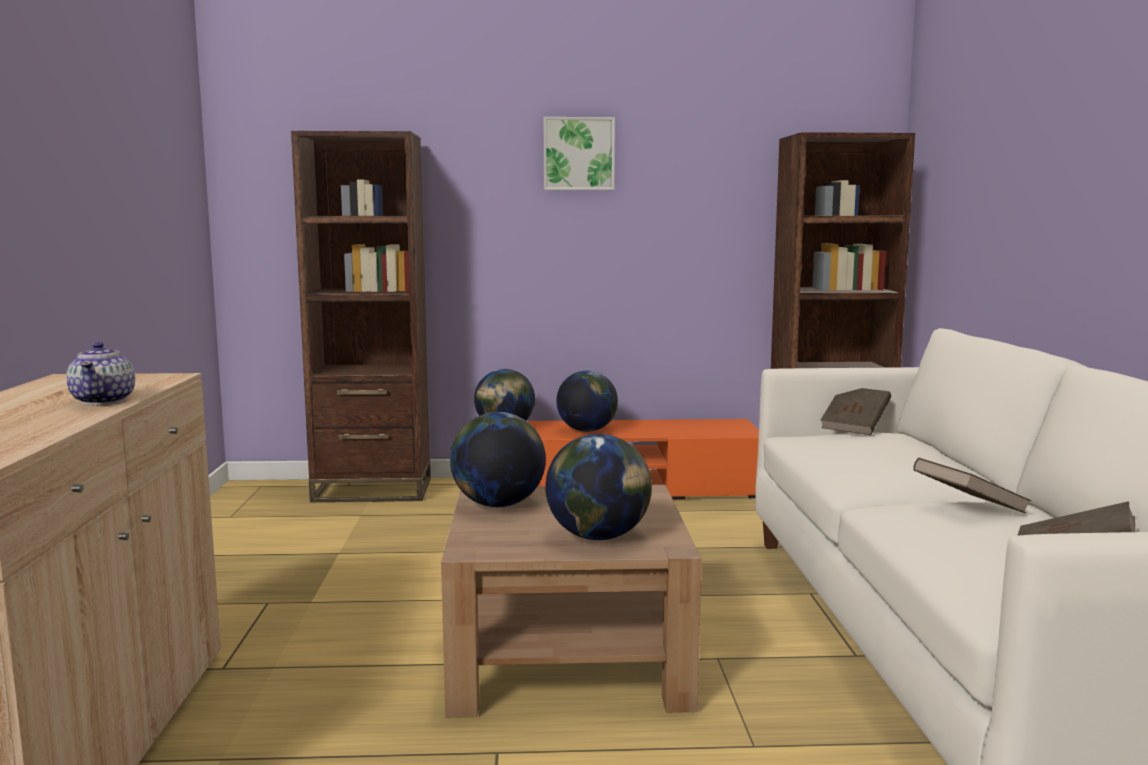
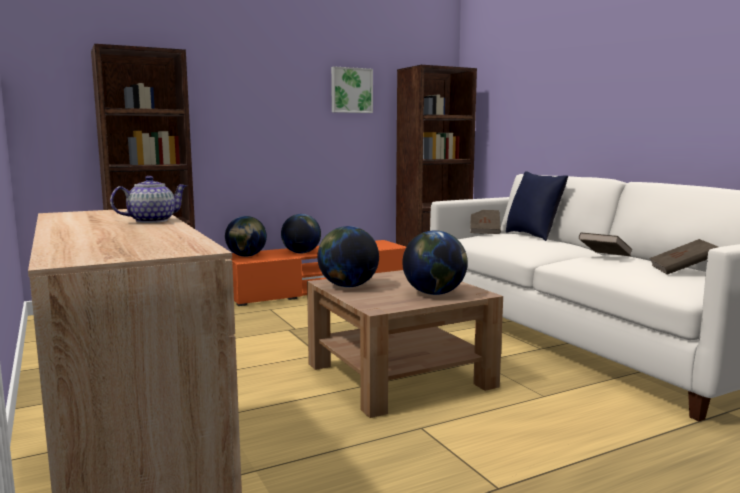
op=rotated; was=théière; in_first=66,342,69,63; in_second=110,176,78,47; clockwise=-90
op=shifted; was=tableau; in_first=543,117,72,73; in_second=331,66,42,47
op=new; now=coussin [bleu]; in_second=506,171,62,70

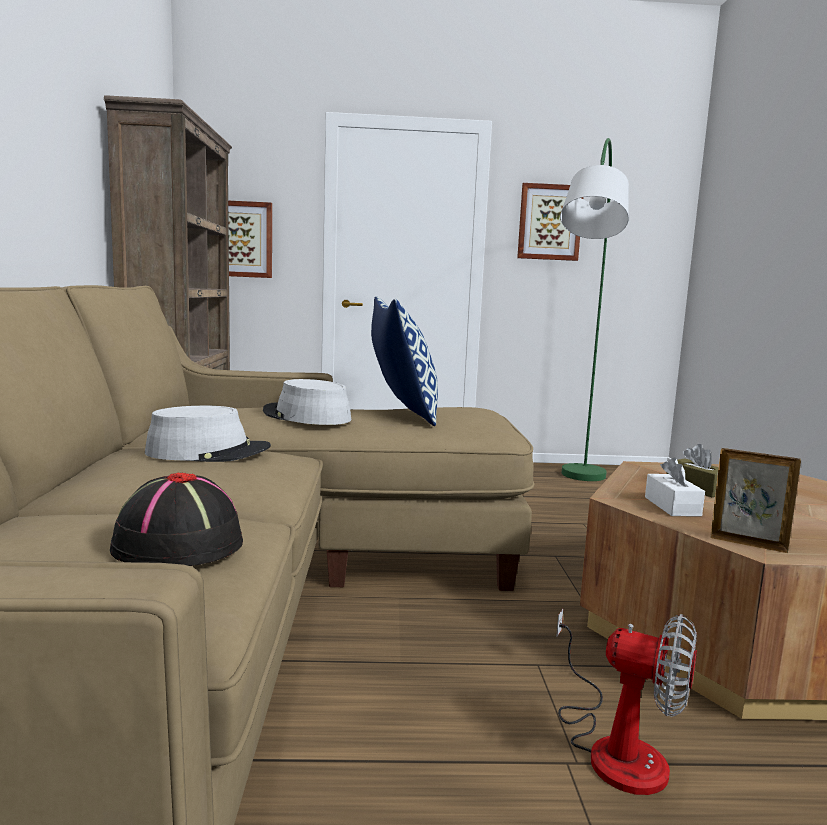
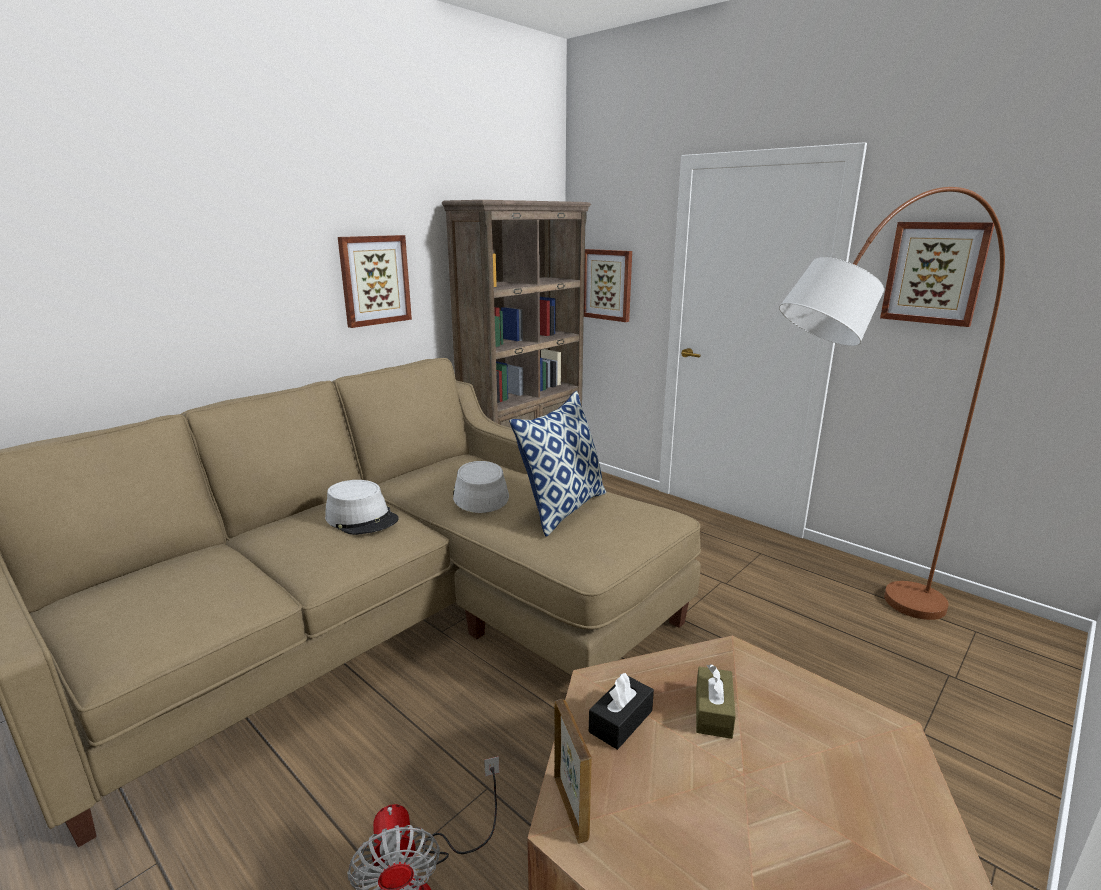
op=new; now=tableau; in_second=338,235,74,93
op=repainted; was=boîte à mouchoirs [blanc]; now=boîte à mouchoirs [noir]; in_first=645,457,60,60; in_second=589,673,65,77
op=repainted; was=lampadaire [vert]; now=lampadaire [marron]; in_first=560,138,69,343; in_second=779,187,226,433
op=gone; was=chapeau [noir]; in_first=110,473,133,93

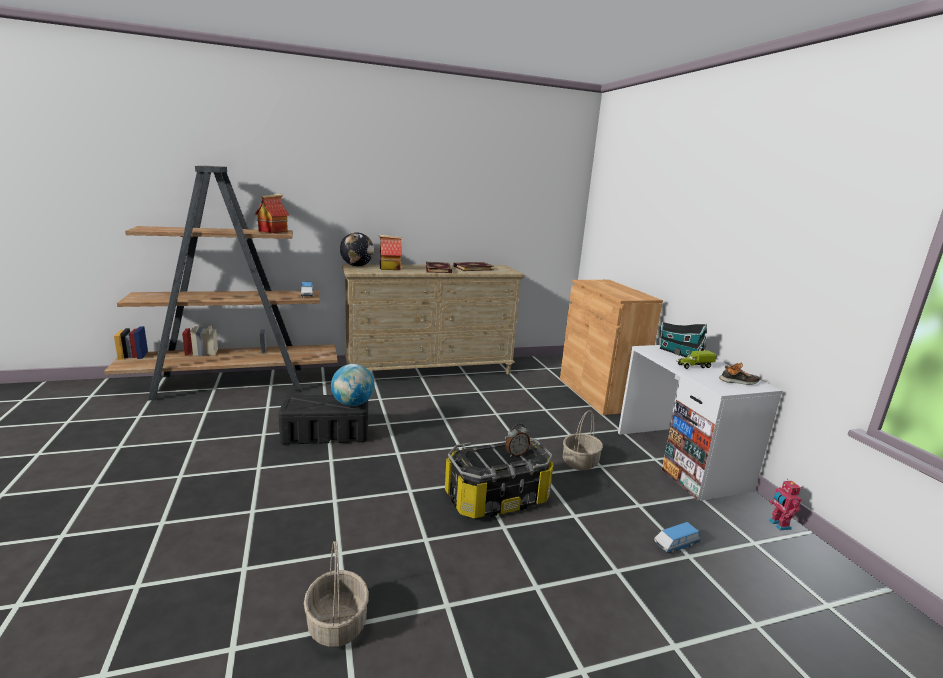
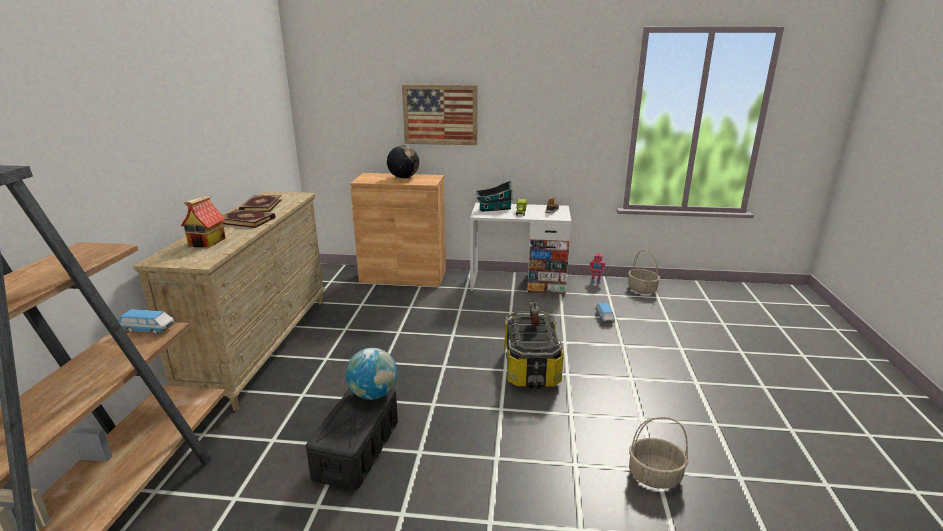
op=shifted; was=globe; in_first=340,232,34,34; in_second=387,145,32,33
op=new; now=tableau; in_second=402,84,76,61
op=shifted; was=panier; in_first=563,410,40,60; in_second=628,250,32,44
op=gone; was=maison miniature; in_first=255,194,34,39

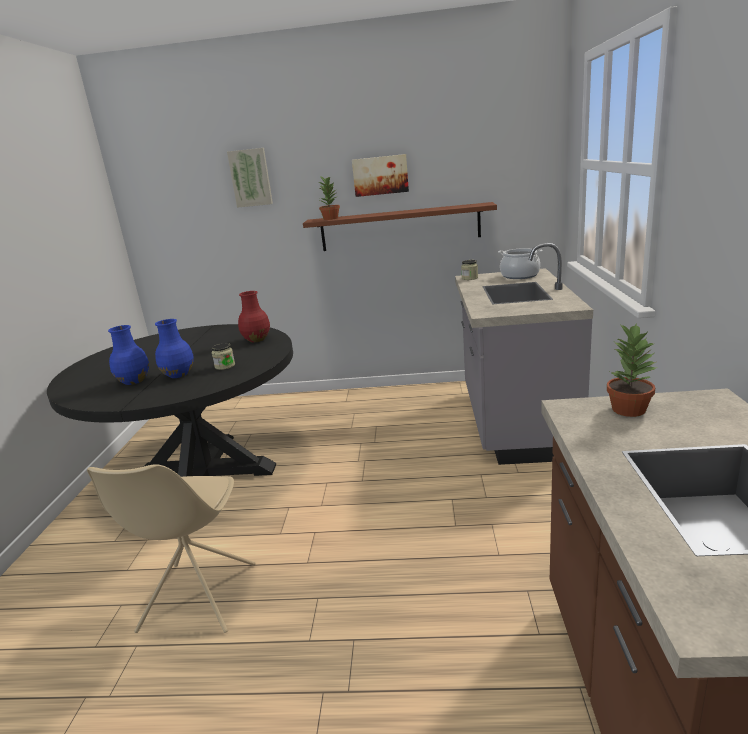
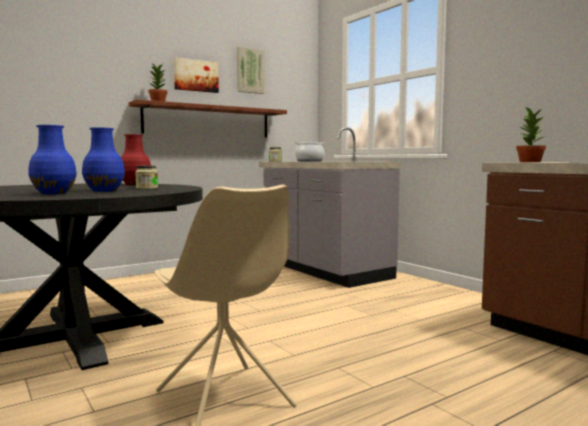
op=shifted; was=tableau; in_first=227,148,46,60; in_second=237,47,28,47

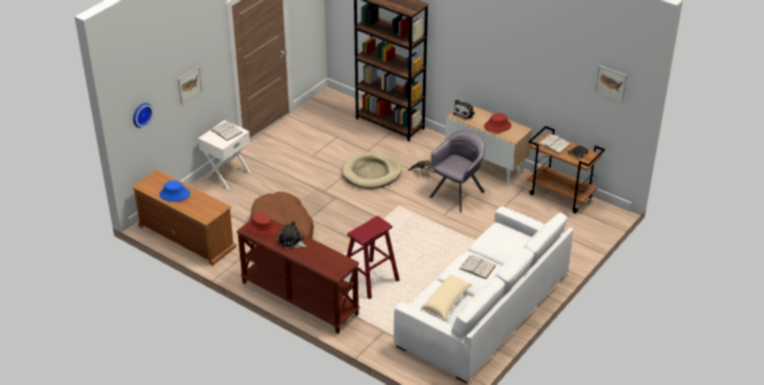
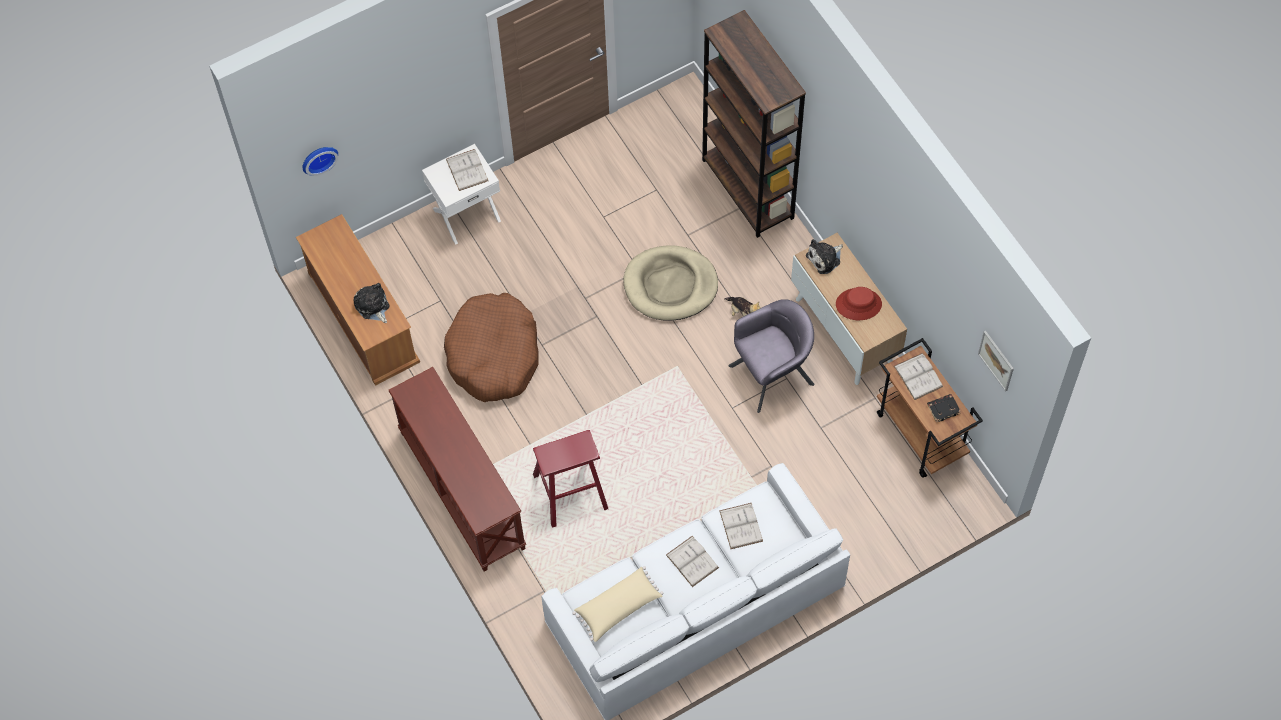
op=shifted; was=peluche; in_first=278,220,29,29; in_second=353,283,37,40
op=new; now=livre [blanc]; in_second=719,503,44,46
op=gone; was=chapeau [bleu]; in_first=159,181,31,21
op=gone; was=tableau; in_first=178,66,24,38
op=gone; was=chapeau [rouge]; in_first=247,213,31,24

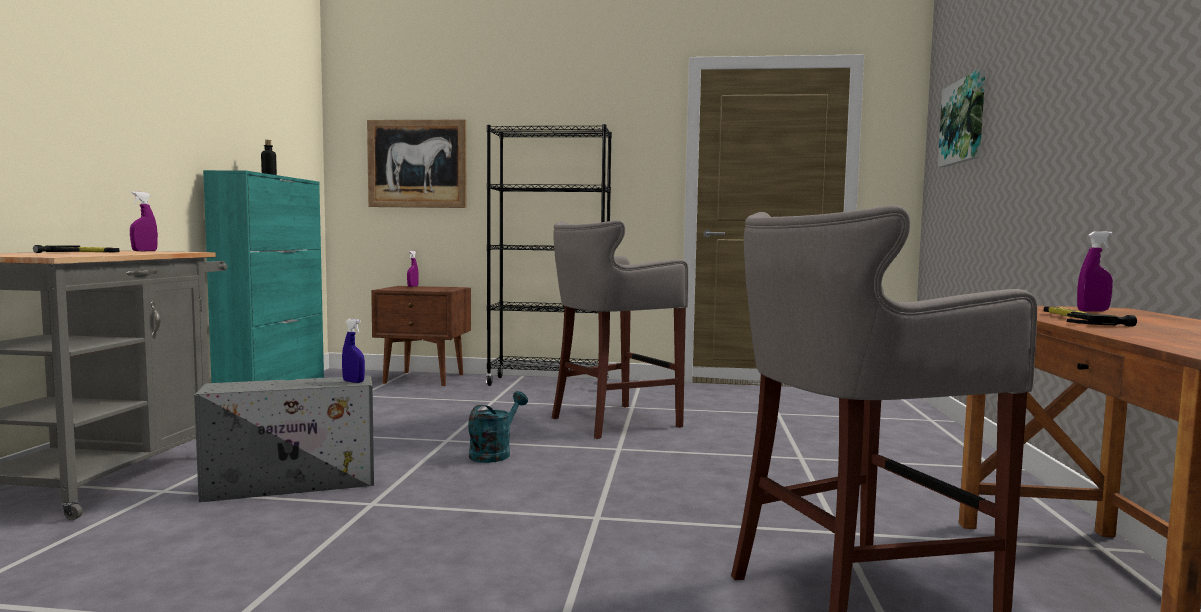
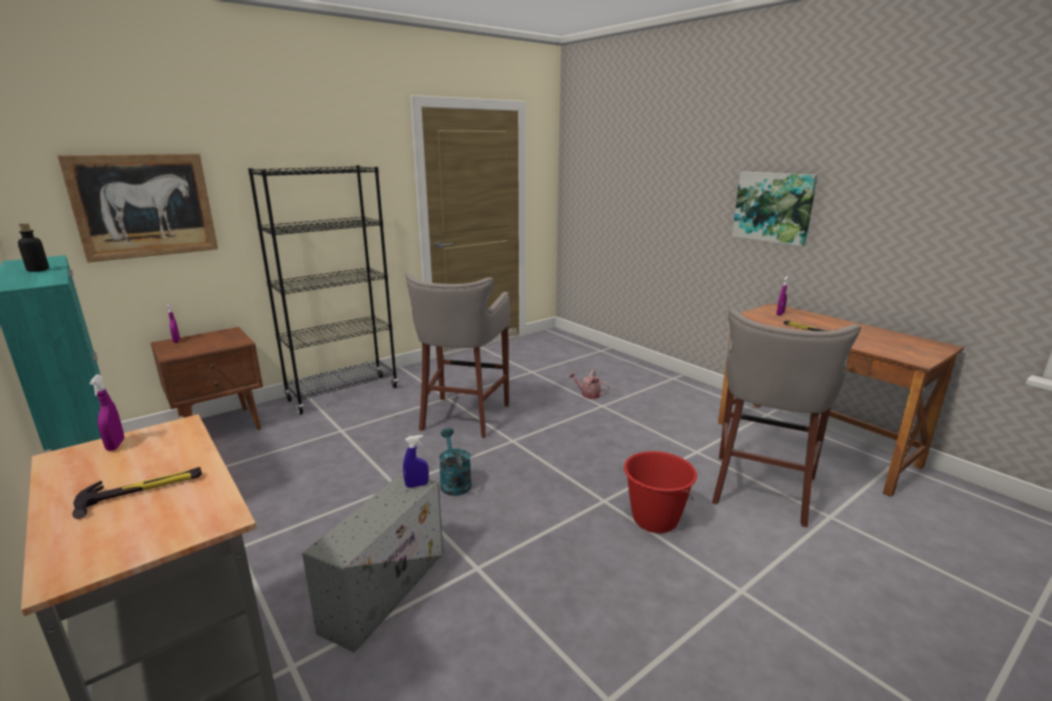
op=new; now=arrosoir; in_second=569,370,40,29
op=new; now=seau [rouge]; in_second=624,451,73,82
op=shifted; was=tableau; in_first=938,69,48,98; in_second=732,172,86,74

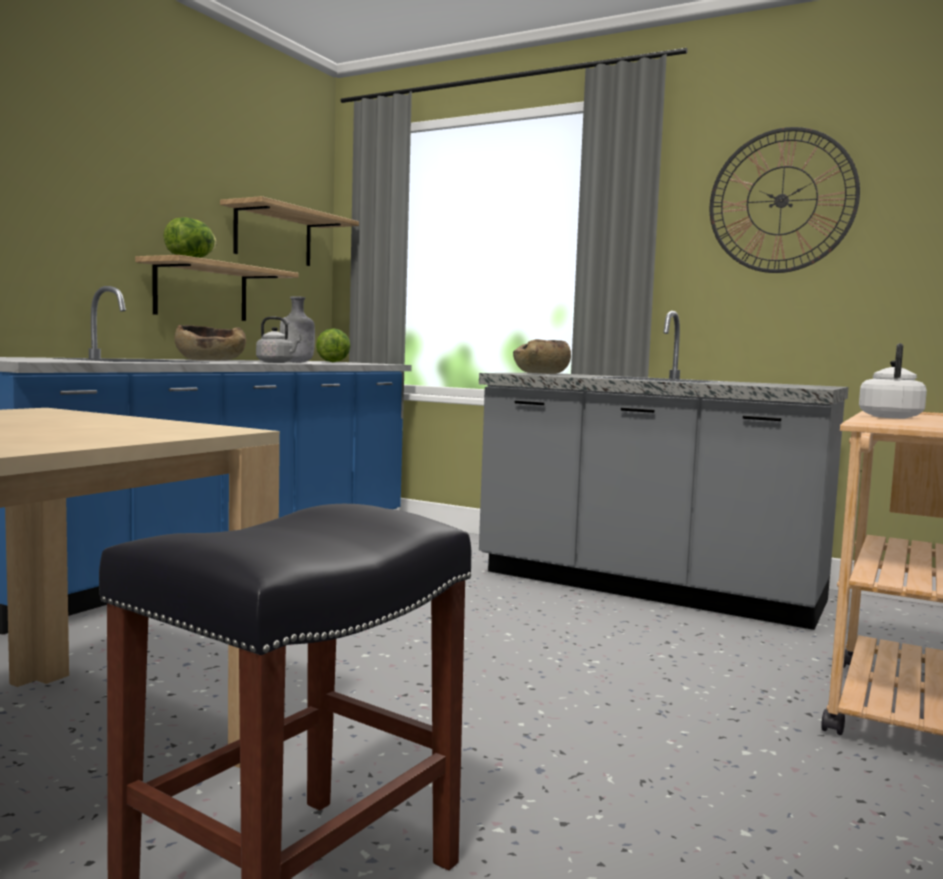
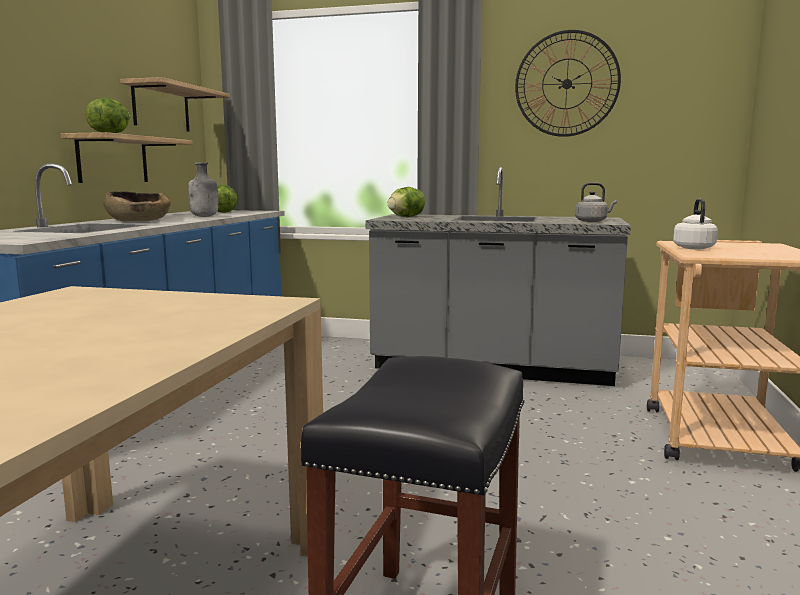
op=swapped; was=bol [marron]; now=laitue; in_first=513,339,58,35; in_second=388,187,37,30
op=shifted; was=bouilloire [gris]; in_first=256,316,45,47; in_second=575,183,42,39

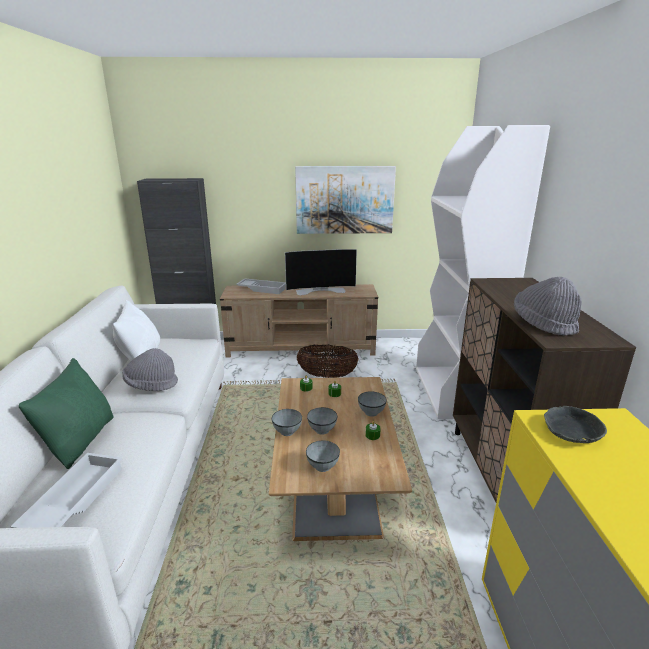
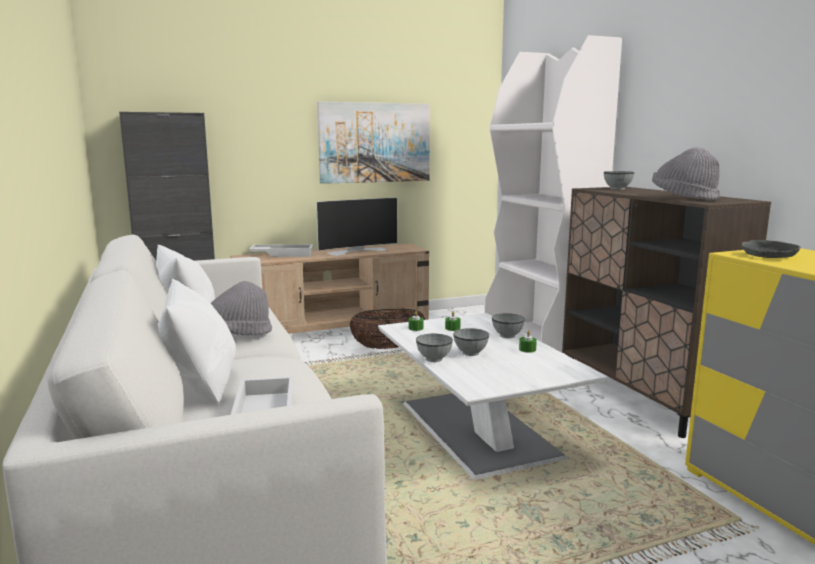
op=repainted; was=coussin [vert]; now=coussin [blanc]; in_first=19,358,94,111; in_second=158,279,78,124
op=repainted; was=table basse [marron]; now=table basse [blanc]; in_first=269,377,143,164; in_second=378,313,229,167
op=shifted; was=bol [gris]; in_first=306,440,34,32; in_second=604,171,31,19

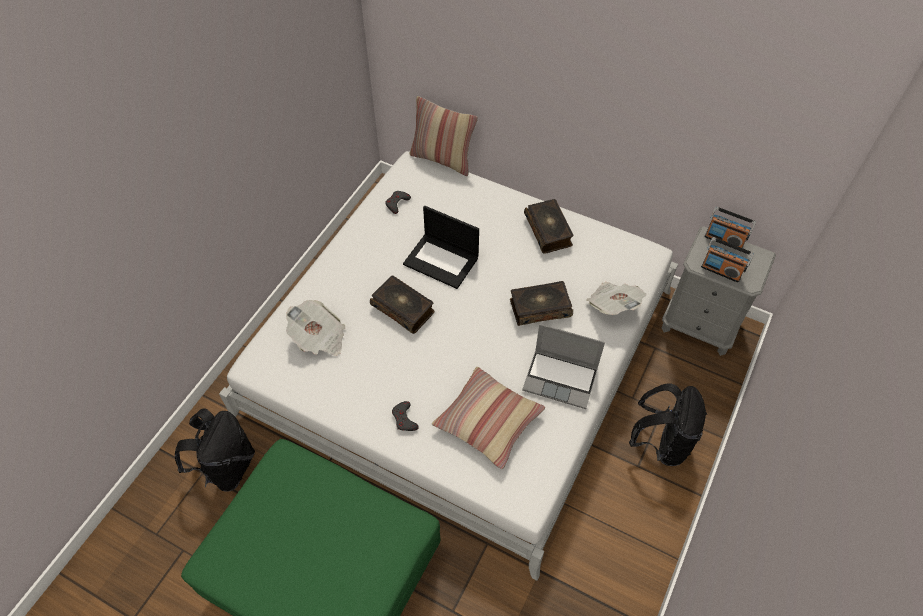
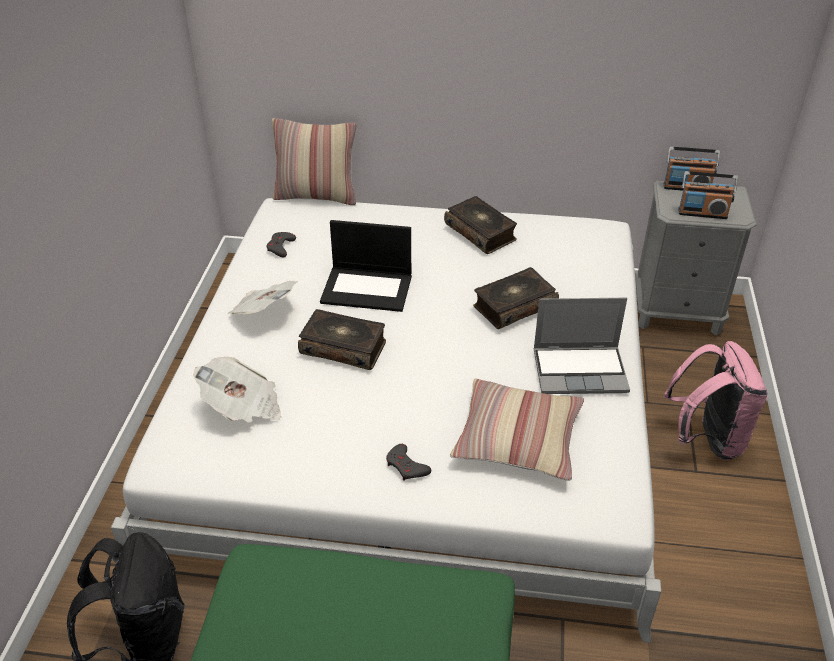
op=shifted; was=journal; in_first=586,282,61,33; in_second=227,281,71,34
op=repainted; was=sac à dos [noir]; now=sac à dos [rose]; in_first=629,384,78,82; in_second=664,341,103,119

